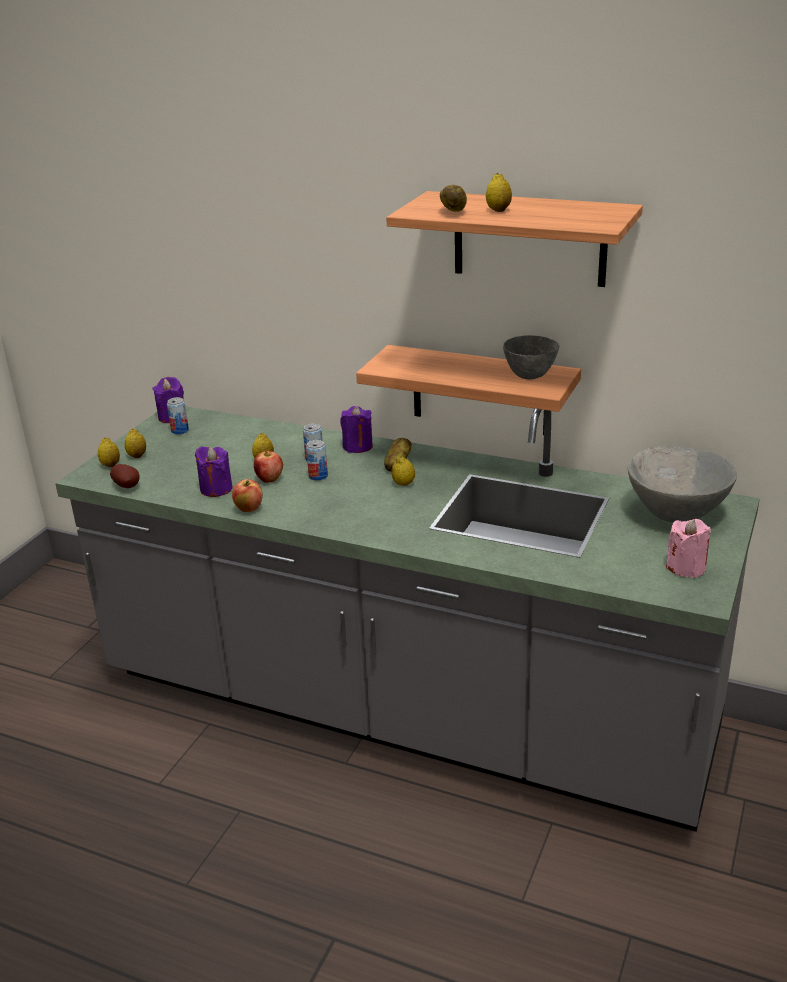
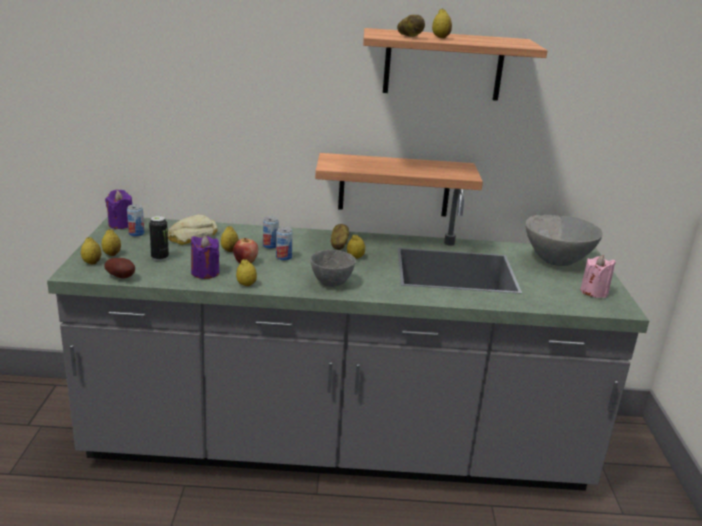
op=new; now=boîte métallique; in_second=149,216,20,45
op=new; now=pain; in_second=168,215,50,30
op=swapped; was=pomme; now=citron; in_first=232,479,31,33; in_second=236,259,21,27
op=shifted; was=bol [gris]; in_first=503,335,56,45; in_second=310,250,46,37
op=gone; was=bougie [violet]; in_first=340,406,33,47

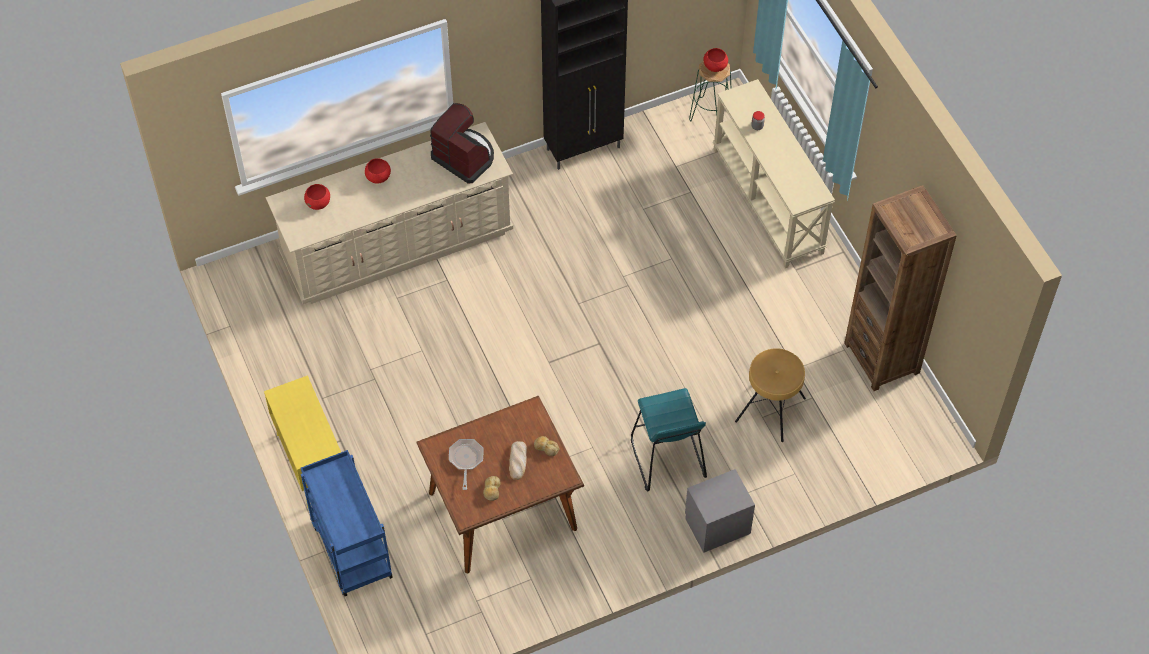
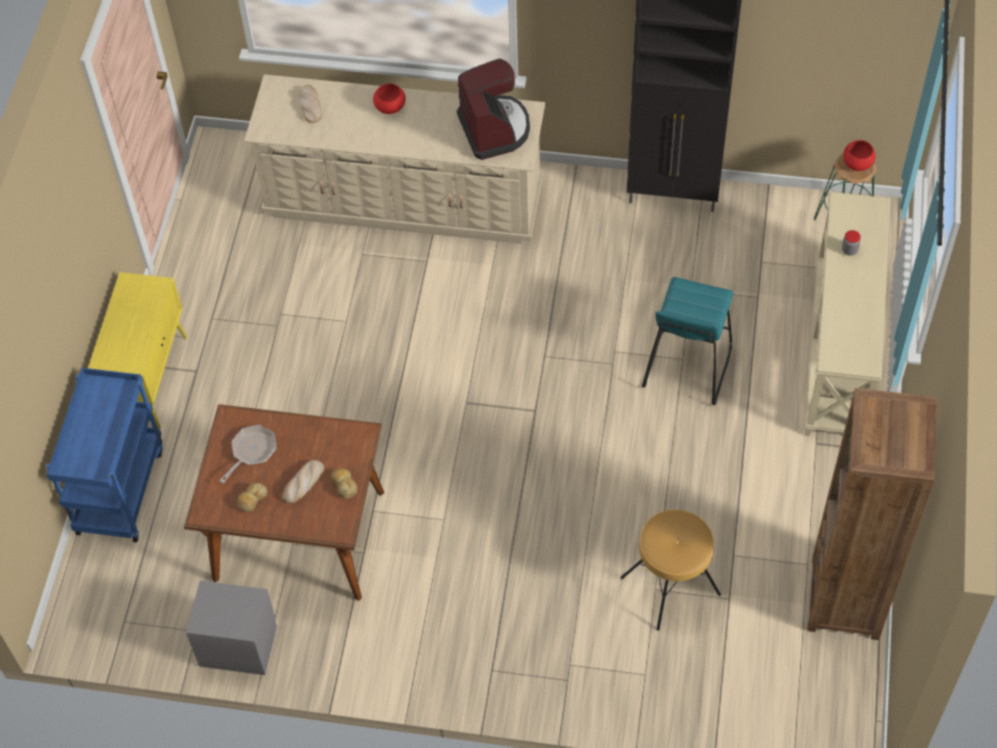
op=shifted; was=table de chevet [gris]; in_first=685,469,70,84; in_second=186,581,91,94
op=swapped; was=bol [rouge]; now=pain; in_first=304,184,26,26; in_second=299,85,23,38
op=shifted; was=tabouret [turquoise]; in_first=631,388,76,103; in_second=642,277,91,128

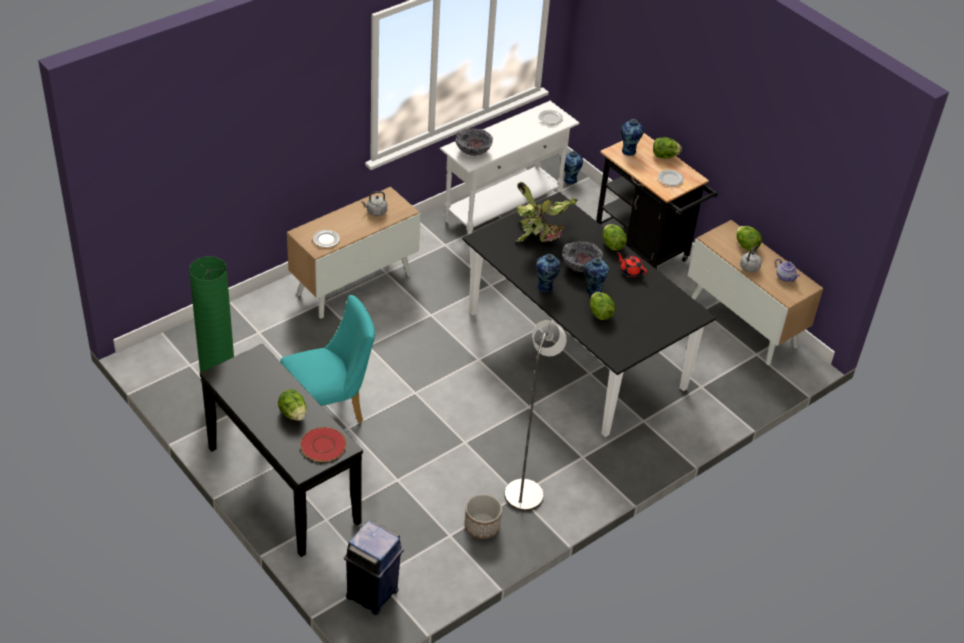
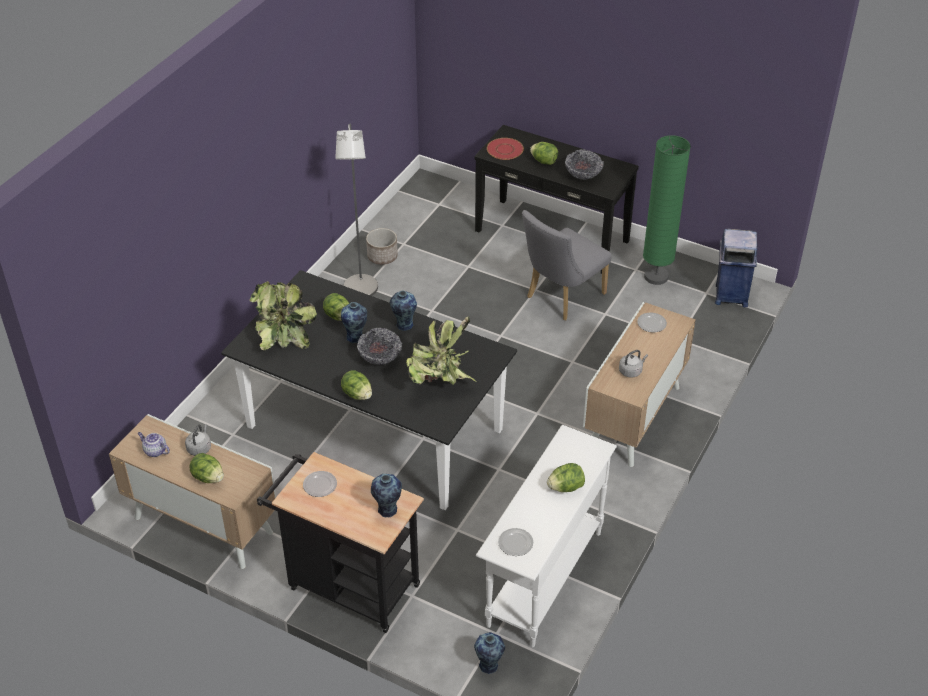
op=new; now=plante en pot; in_second=249,281,68,69
op=repainted; was=chaise [turquoise]; now=chaise [gris]; in_first=280,295,95,128; in_second=522,210,90,110
op=shifted; was=laitue; in_first=653,137,29,21; in_second=547,463,38,29
op=shifted; was=bol; in_first=455,129,38,27; in_second=565,149,39,31
op=shifted; was=poubelle [bleu]; in_first=344,521,60,94; in_second=715,229,42,78
op=gone; was=théière [rouge]; in_first=617,252,30,25

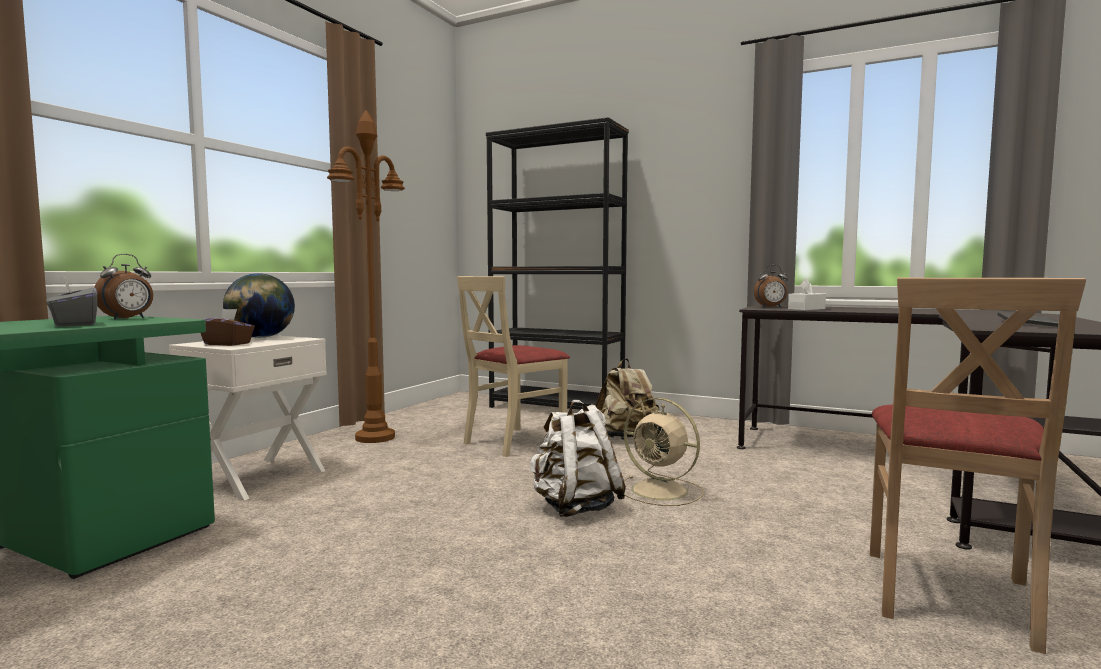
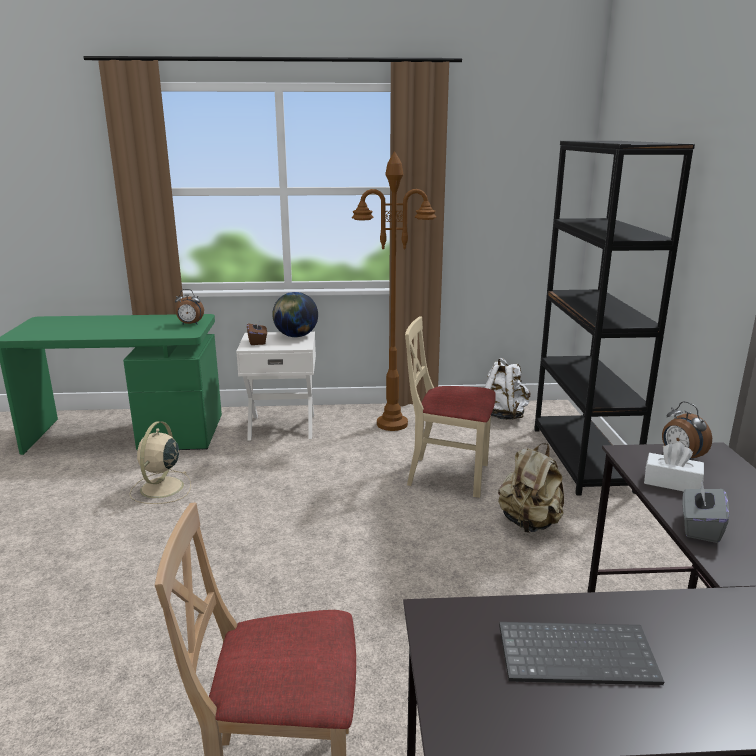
op=shifted; was=ventilateur [beige]; in_first=624,398,80,108; in_second=129,421,62,83
op=shifted; was=sac à dos [blanc]; in_first=530,400,96,117; in_second=484,358,46,62
op=shifted; was=boîte à mouchoirs [gris]; in_first=46,277,51,49; in_second=682,480,47,63

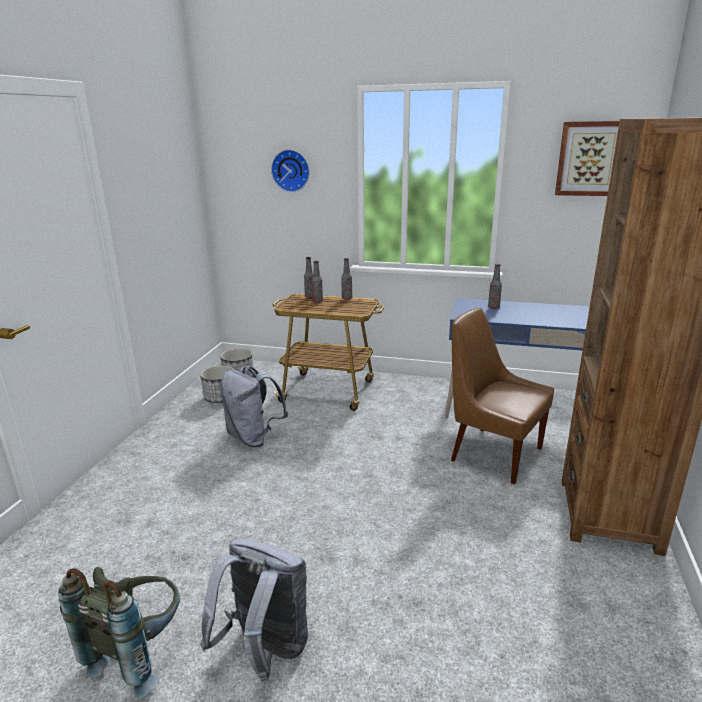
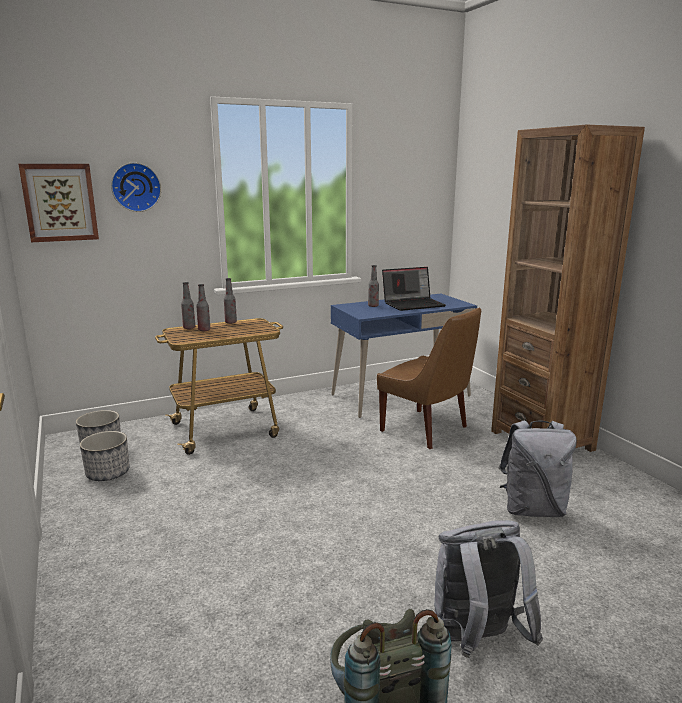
op=shifted; was=tableau; in_first=555,121,64,75; in_second=18,164,81,78
op=rotated; was=chaise [marron]; in_first=451,308,103,176; in_second=377,308,104,141; clockwise=-135
op=new; now=ordinateur portable; in_second=382,267,64,44
op=shifted; was=sac à dos [gris]; in_first=220,366,68,81; in_second=499,421,78,96

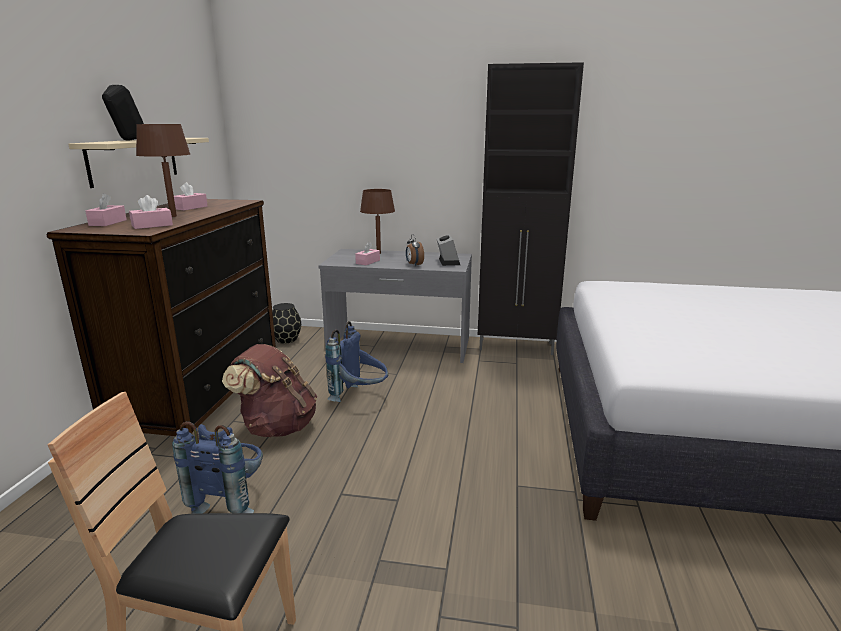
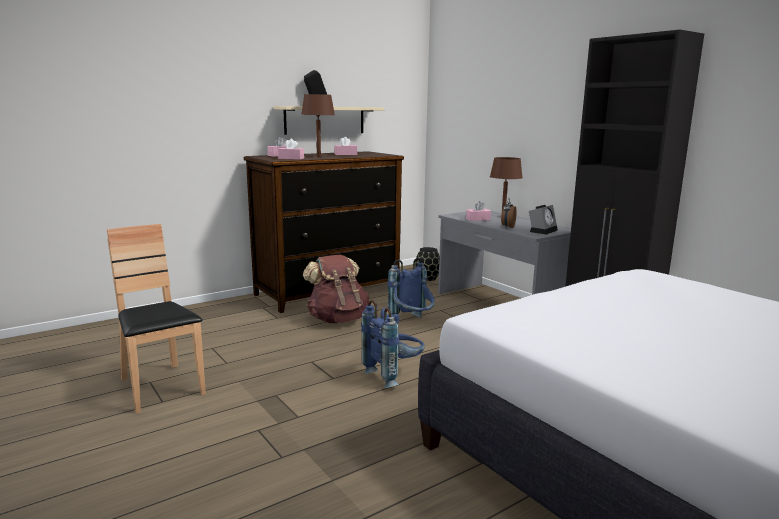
op=shifted; was=sac à dos [bleu]; in_first=172,421,91,93; in_second=361,300,64,88

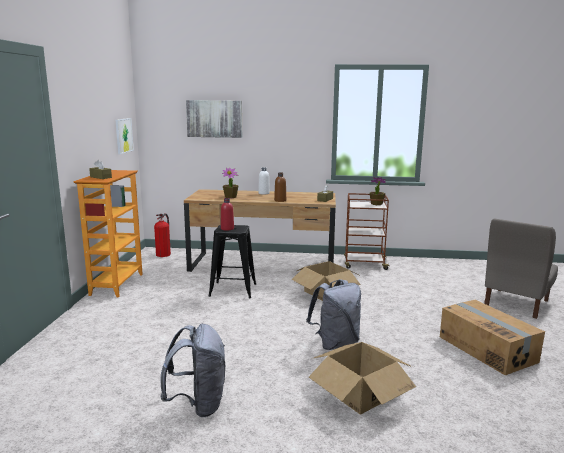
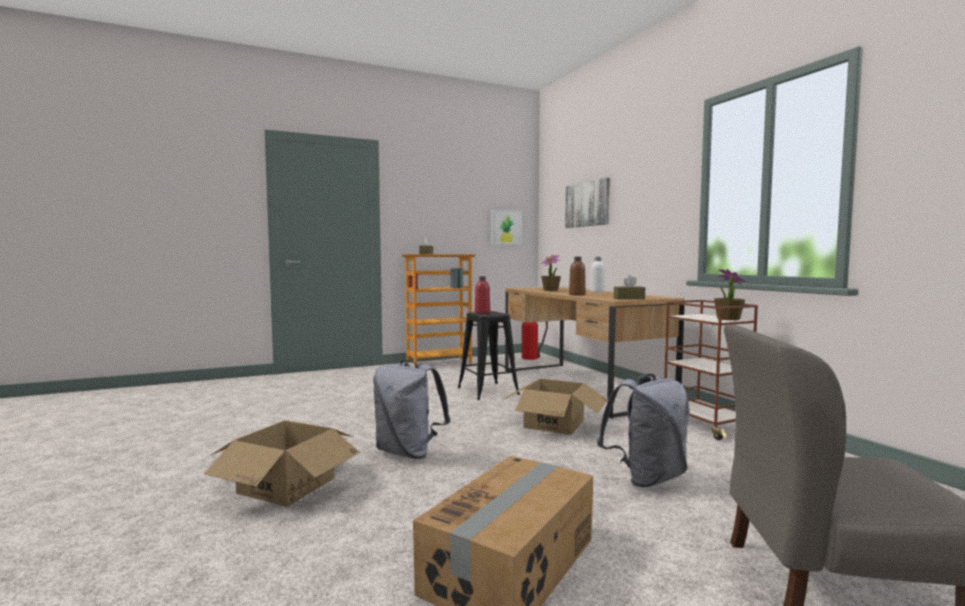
op=shifted; was=sac à dos [gris]; in_first=161,324,64,93; in_second=597,374,93,113

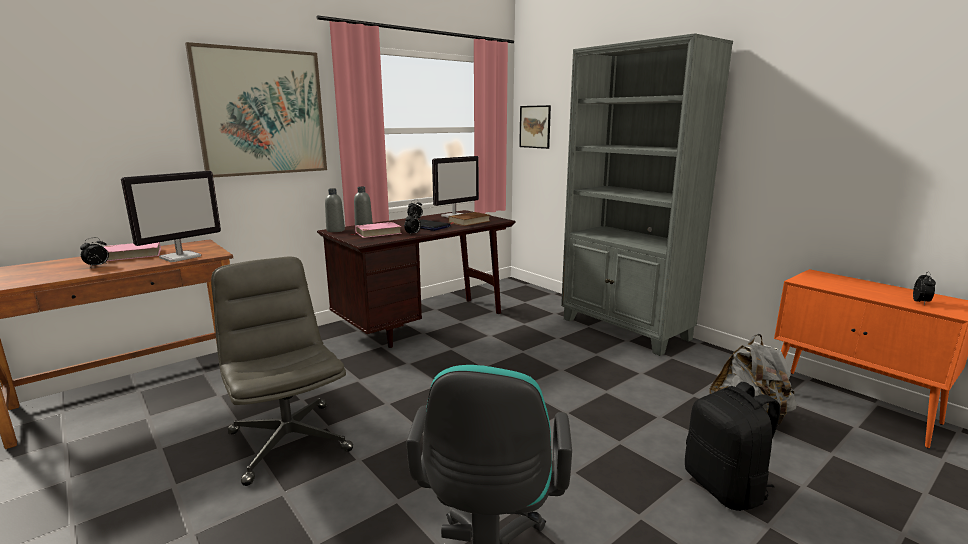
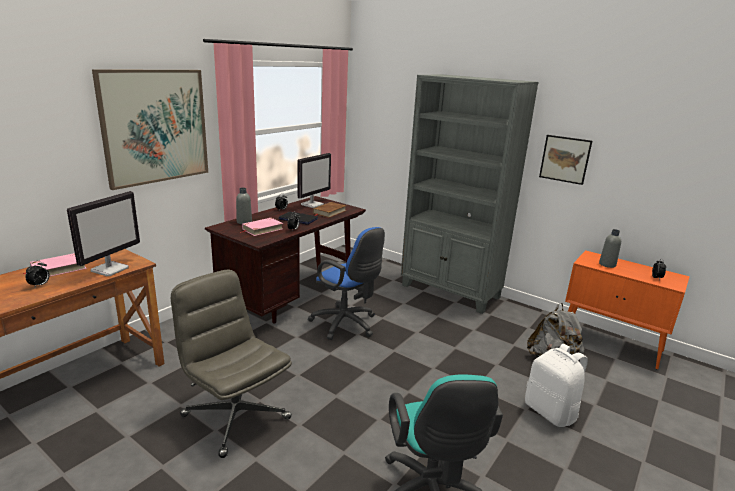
op=new; now=chaise de bureau [bleu]; in_second=308,227,77,113
op=repainted; was=sac à dos [noir]; now=sac à dos [blanc]; in_first=685,382,95,129; in_second=525,344,63,83
op=shifted; was=tableau; in_first=519,105,32,44; in_second=539,135,53,50
op=shifted; was=bouteille [gris]; in_first=325,188,20,44; in_second=599,229,22,39

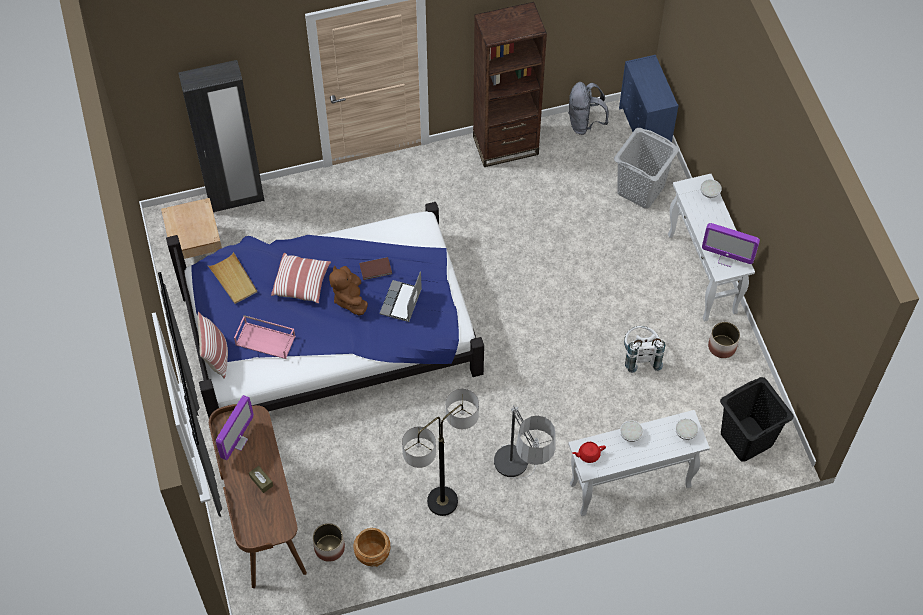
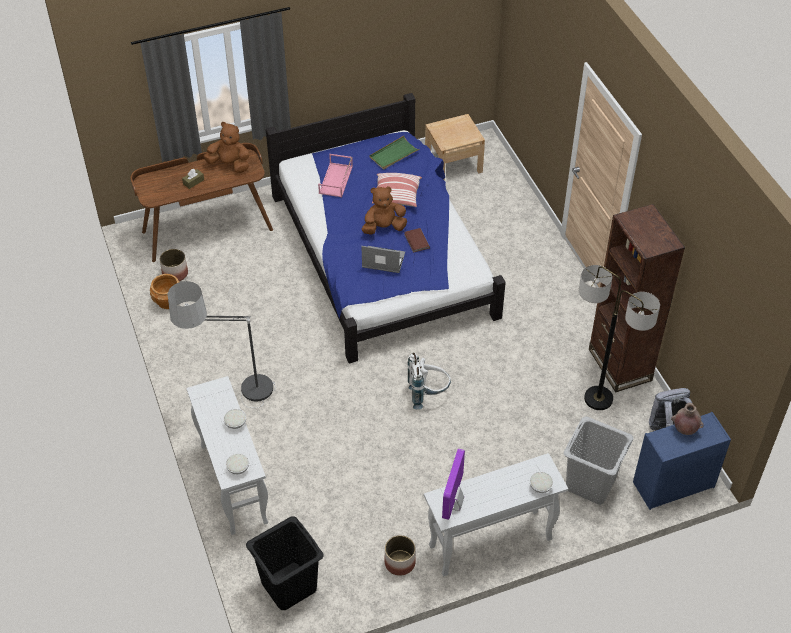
op=swapped; was=écran d'ordinateur; now=peluche [marron]; in_first=216,395,38,65; in_second=203,122,47,51
op=repainted; was=plateau [beige]; now=plateau [vert]; in_first=208,252,49,52; in_second=369,136,51,34
op=shifted; was=sac à dos [blanc]; in_first=624,326,41,47; in_second=407,353,44,56
op=shifted; was=lampadaire; in_first=402,389,77,127; in_second=579,265,81,145
op=new; now=vase [marron]; in_second=671,403,33,32
op=gone; was=armoire [noir]; in_first=178,60,87,152
op=gone; was=coussin; in_first=197,312,31,67
op=gone; was=théière [rouge]; in_first=572,442,34,21

